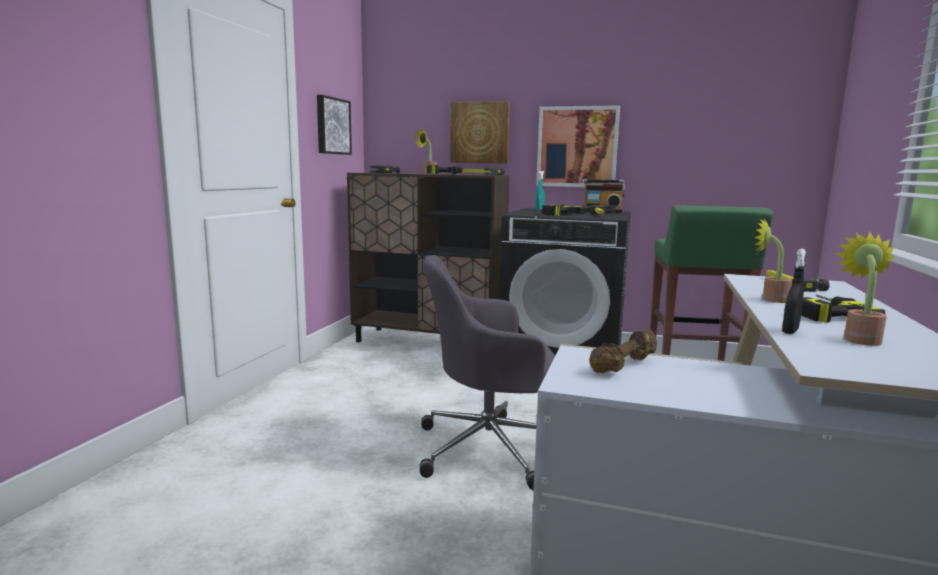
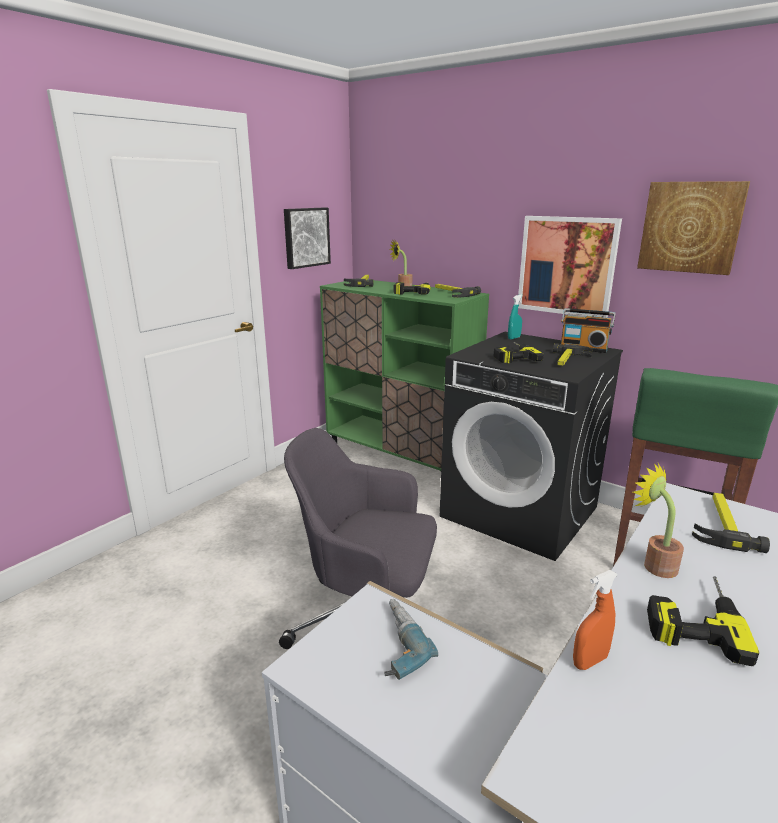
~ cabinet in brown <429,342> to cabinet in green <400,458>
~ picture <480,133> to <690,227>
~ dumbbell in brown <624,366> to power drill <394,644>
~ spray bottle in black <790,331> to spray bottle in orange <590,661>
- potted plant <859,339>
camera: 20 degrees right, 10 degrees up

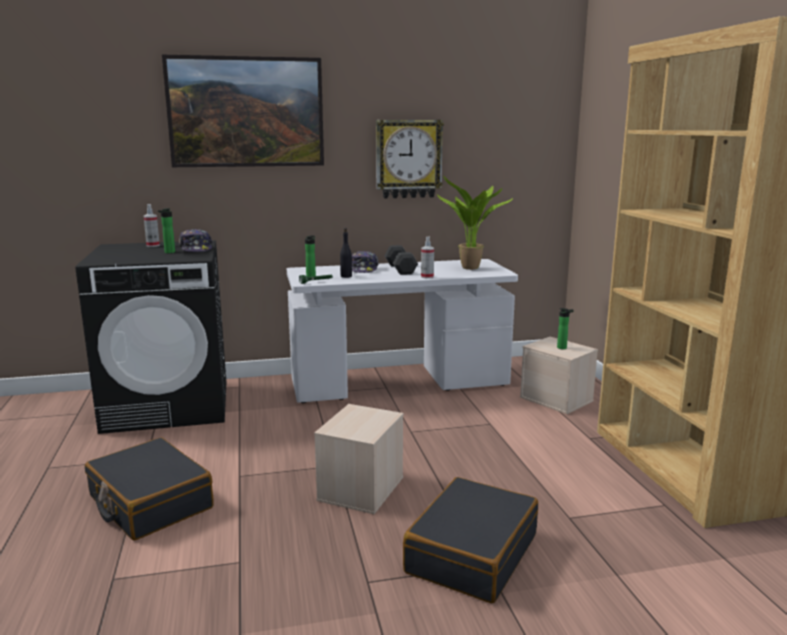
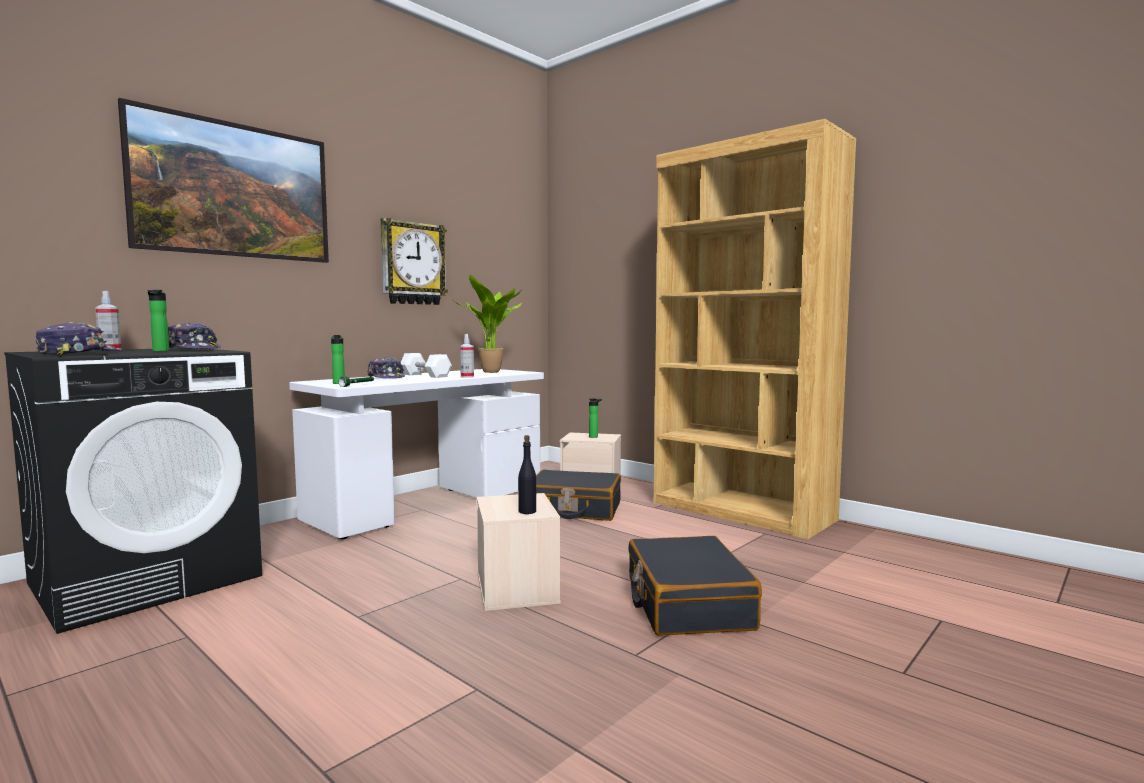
~ suitcase in black <150,502> to <574,509>
~ bottle in black <346,276> to <527,511>
~ dumbbell in black <400,269> to dumbbell in white <425,375>
+ cap <78,354>
camera: 35 degrees left, 10 degrees down

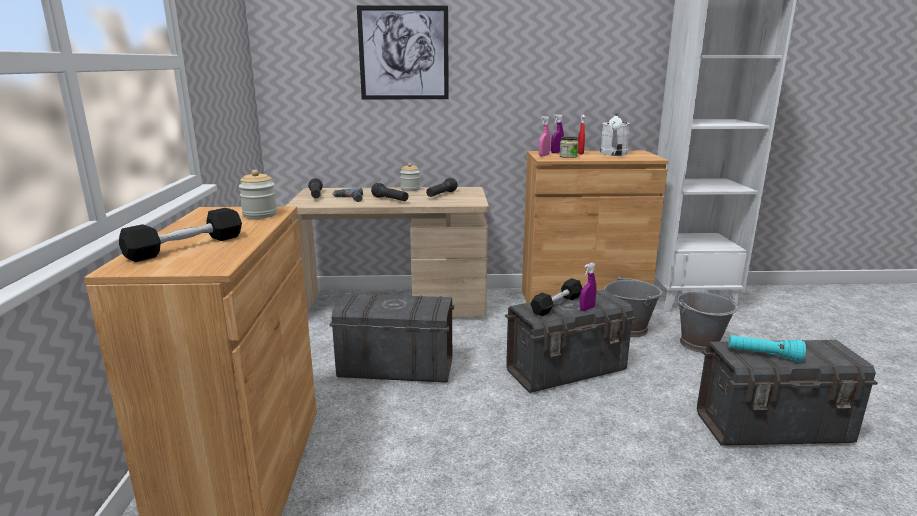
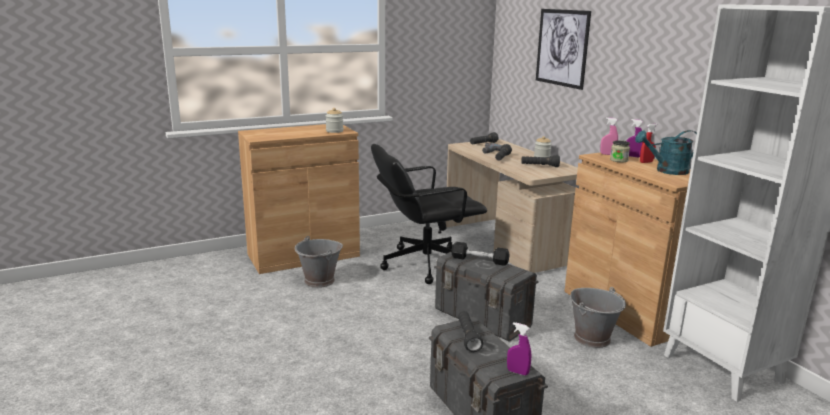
- dumbbell in black <186,247>
~ storage box in grey <395,368> to office chair in black <424,264>
~ spray bottle in purple <587,309> to <517,372>
~ watering can in white <613,154> to watering can in turquoise <666,171>
~ bucket in grey <700,344> to <319,281>
~ flashlight in turquoise <763,355> to flashlight in black <468,337>
camera: 65 degrees right, 0 degrees up

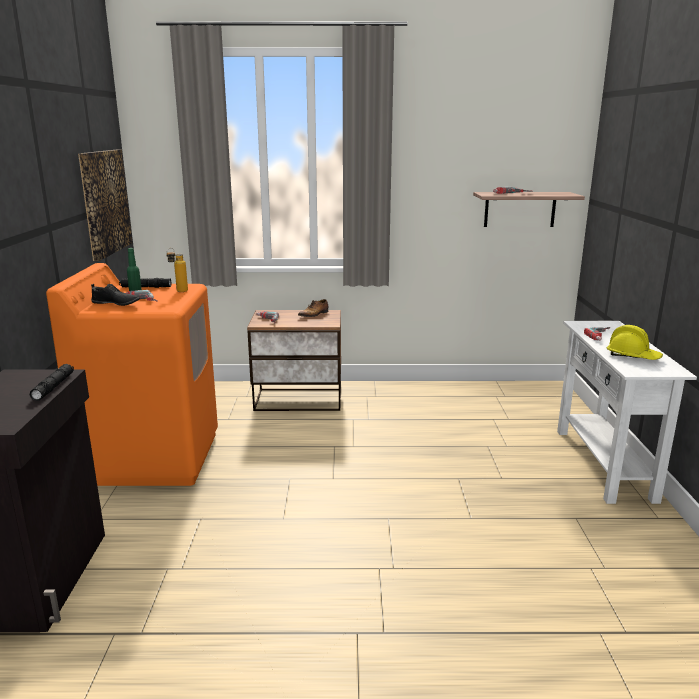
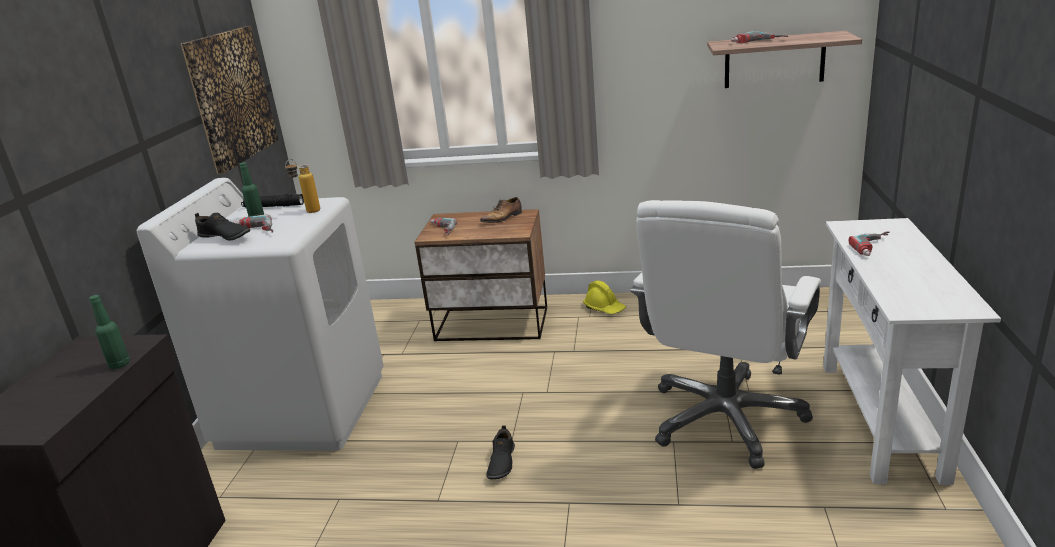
~ flashlight in black <54,387> to bottle in green <120,364>
~ washing machine in orange <153,457> to washing machine in white <303,409>
~ hard hat in yellow <633,356> to <604,308>
+ shoe in black <501,462>
+ office chair in white <725,419>
camera: 10 degrees right, 5 degrees up

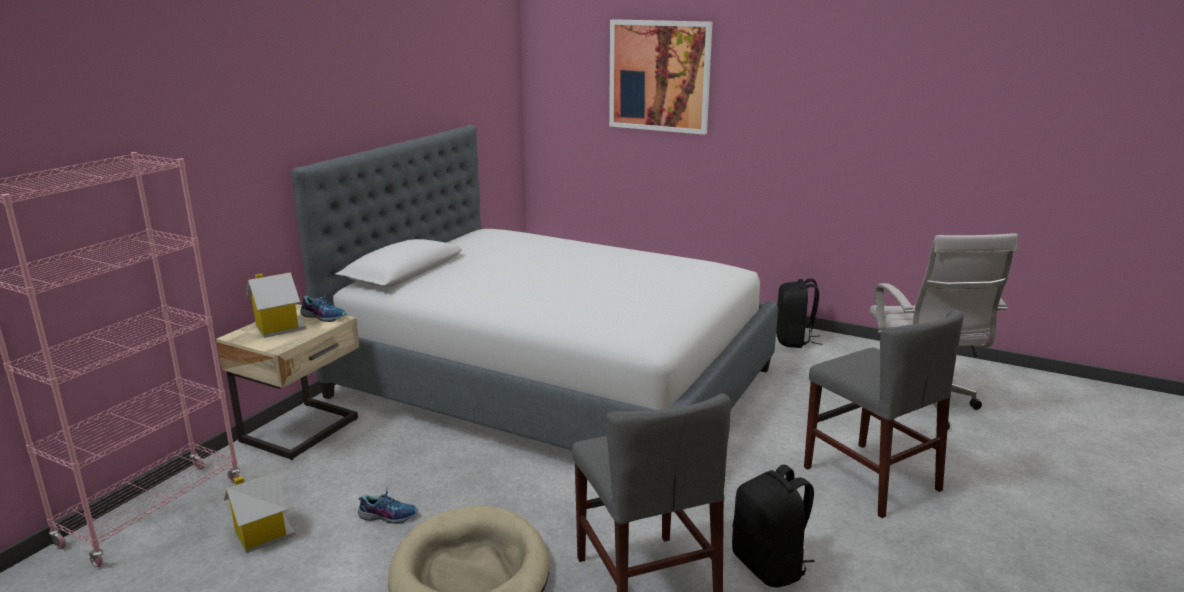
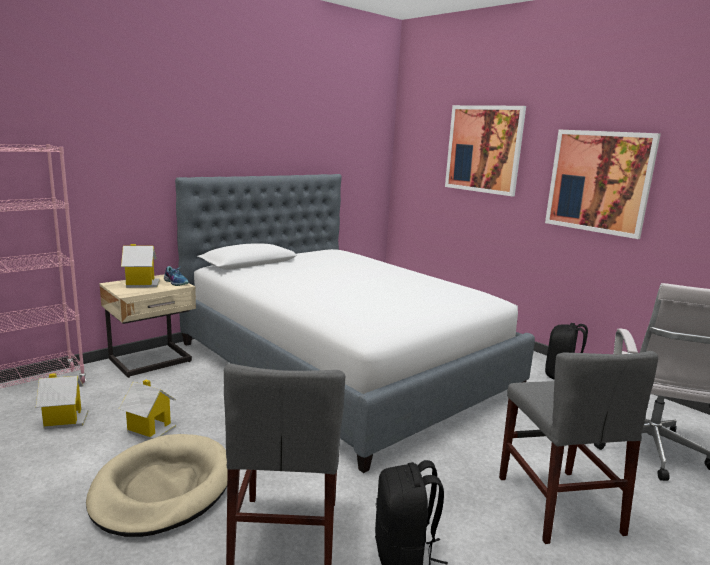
~ shoe <388,515> to toy house <150,429>
+ picture <599,182>
camera: 20 degrees right, 5 degrees down

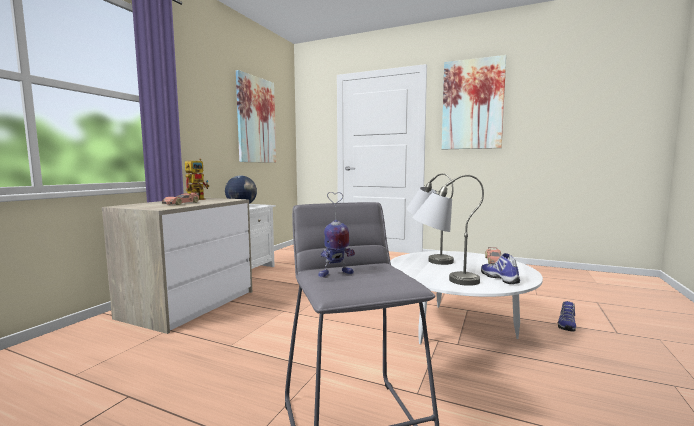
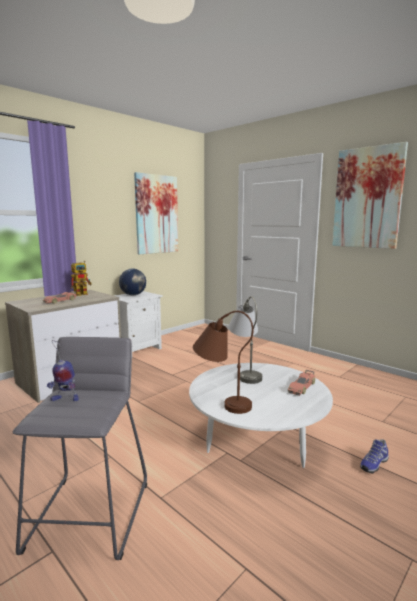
~ table lamp in grey <443,279> to table lamp in brown <221,402>
- shoe <500,278>
camera: 20 degrees right, 5 degrees up

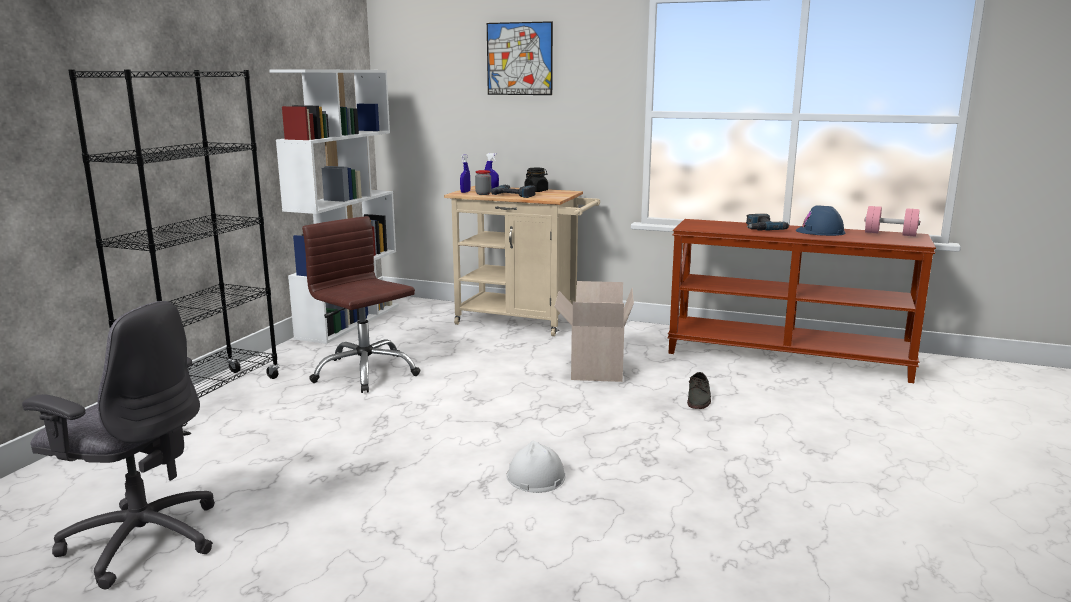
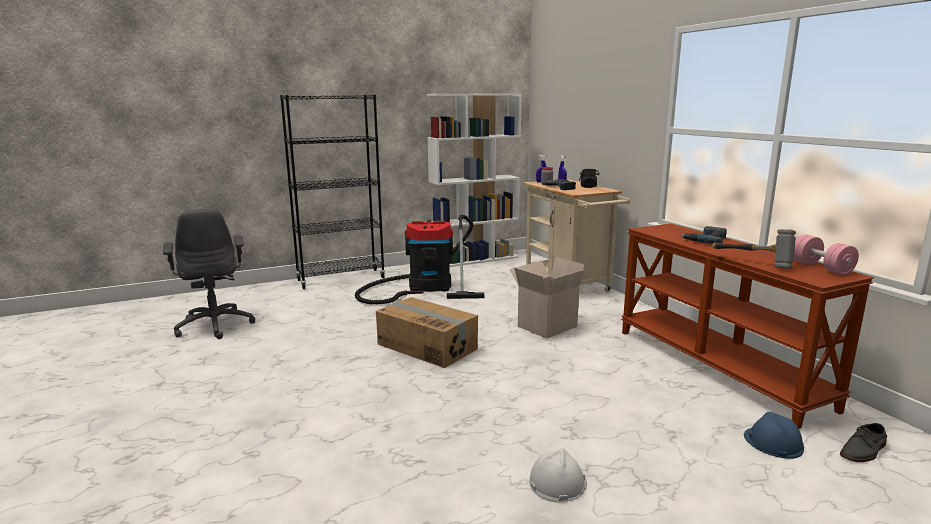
~ office chair in brown <365,372> to vacuum cleaner <424,287>
- picture <519,59>
~ hard hat in white <535,477> to <557,482>
~ shoe in grey <699,398> to <863,450>
~ hard hat in blue <820,232> to <772,442>
+ cardboard box <427,346>
+ hammer <752,263>
camera: 45 degrees right, 0 degrees up

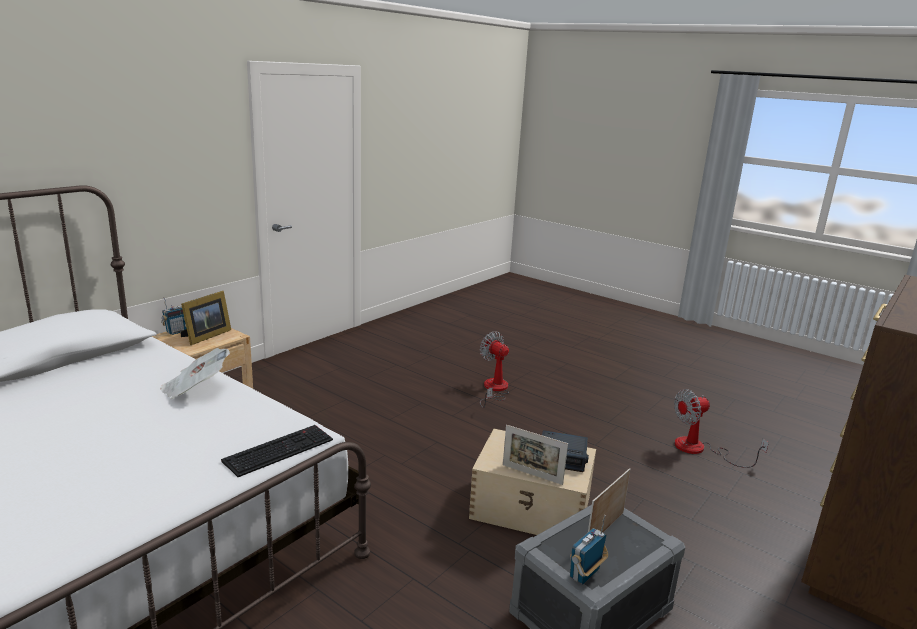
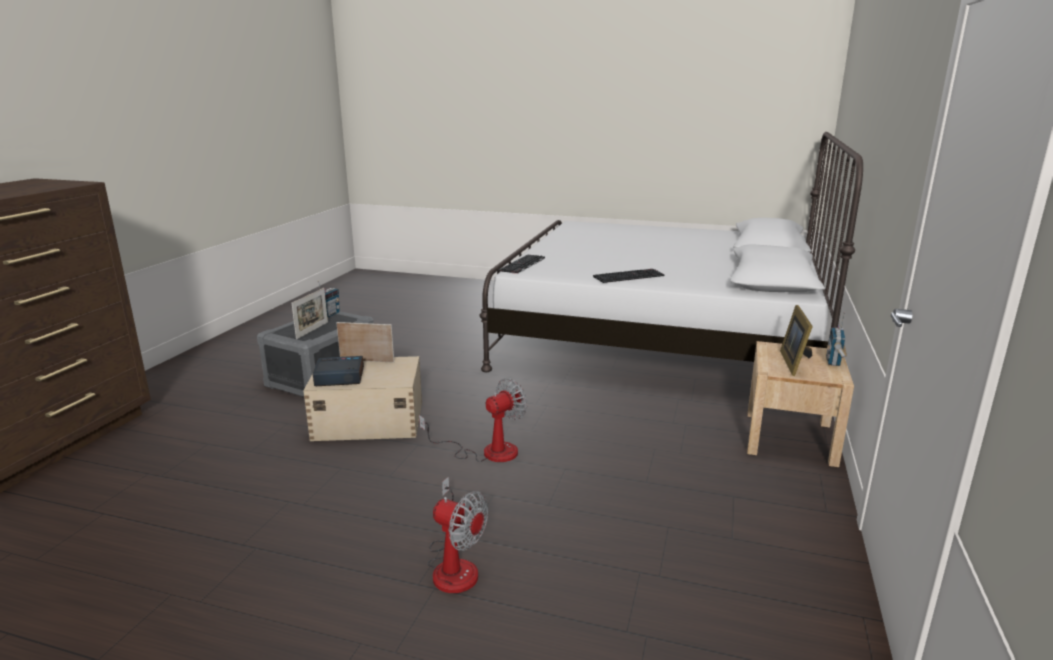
~ newspaper <195,389> to keyboard <628,276>
~ fan <700,449> to <487,451>
camera: 160 degrees right, 0 degrees up

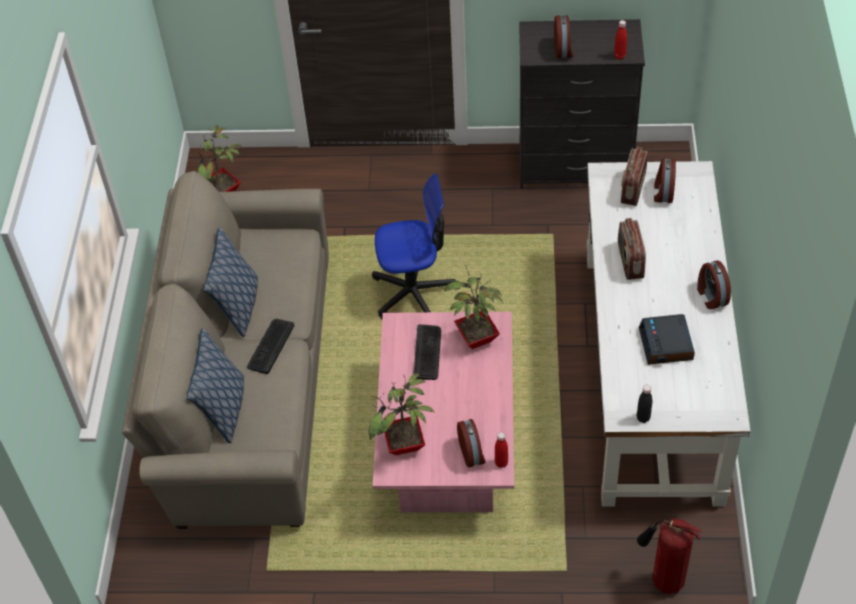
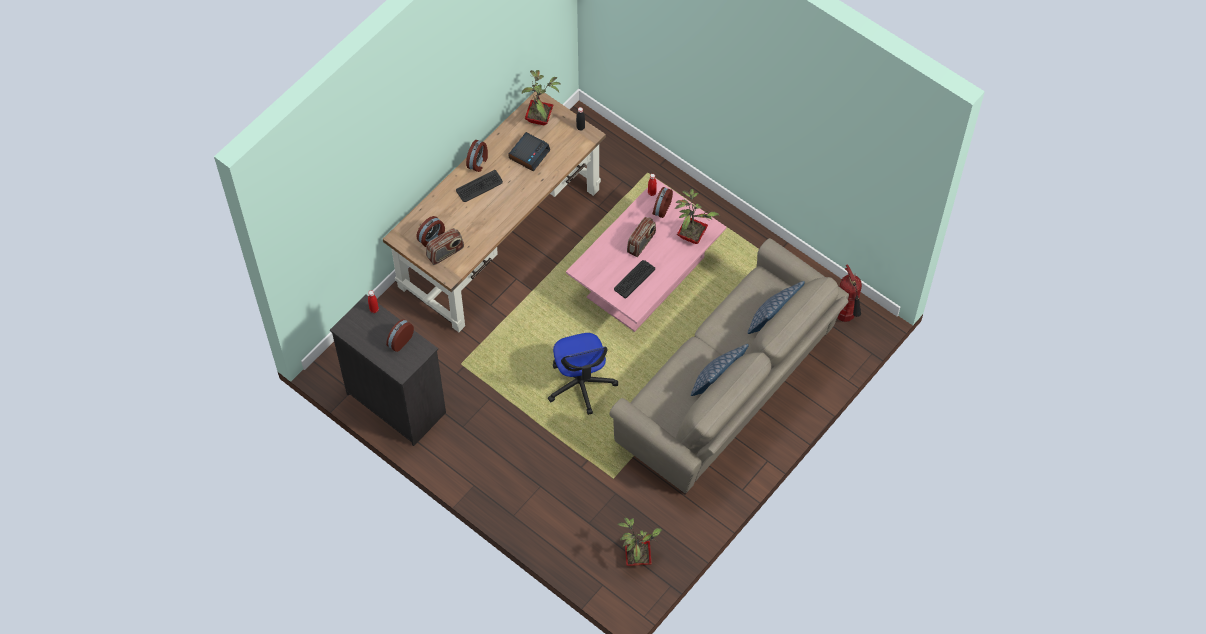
~ keyboard <270,346> to <479,186>
~ office chair <414,293> = <581,384> 135 degrees counterclockwise
~ potted plant <475,339> to <540,119>
~ desk in white <652,375> to desk in brown <500,237>
~ radio <629,261> to <641,243>
~ fire extinguisher <663,581> to <846,317>
camera: 145 degrees left, 10 degrees up

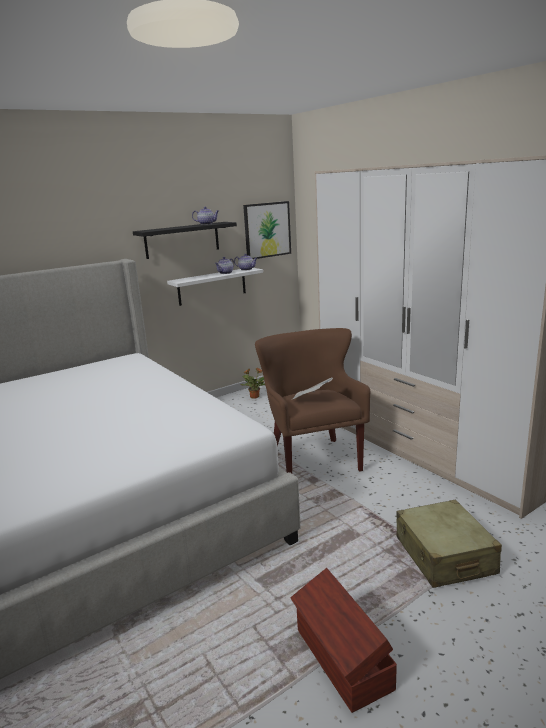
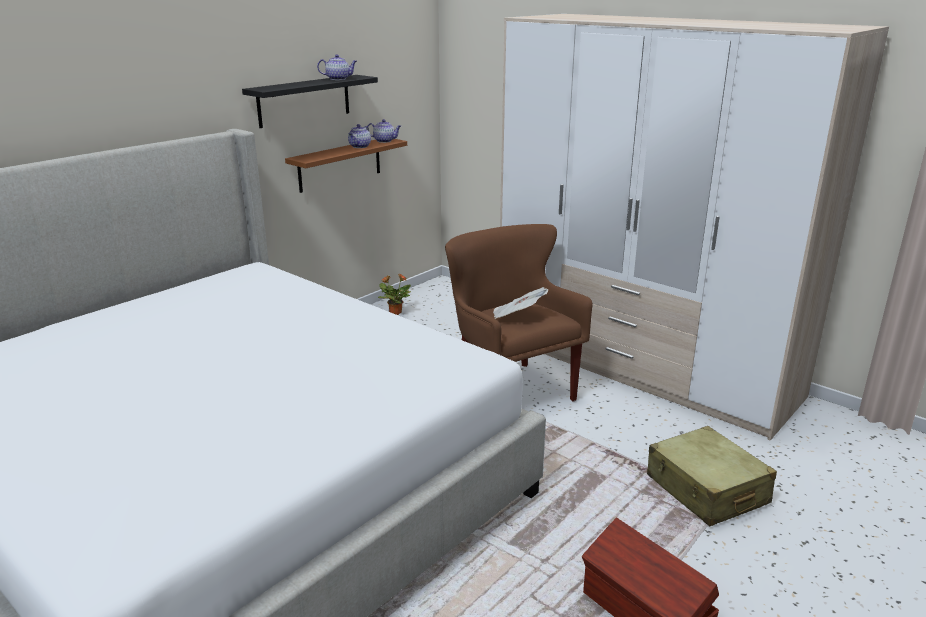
~ shelf in white <212,286> to shelf in brown <340,164>
- picture <267,230>
camera: 15 degrees left, 5 degrees up

